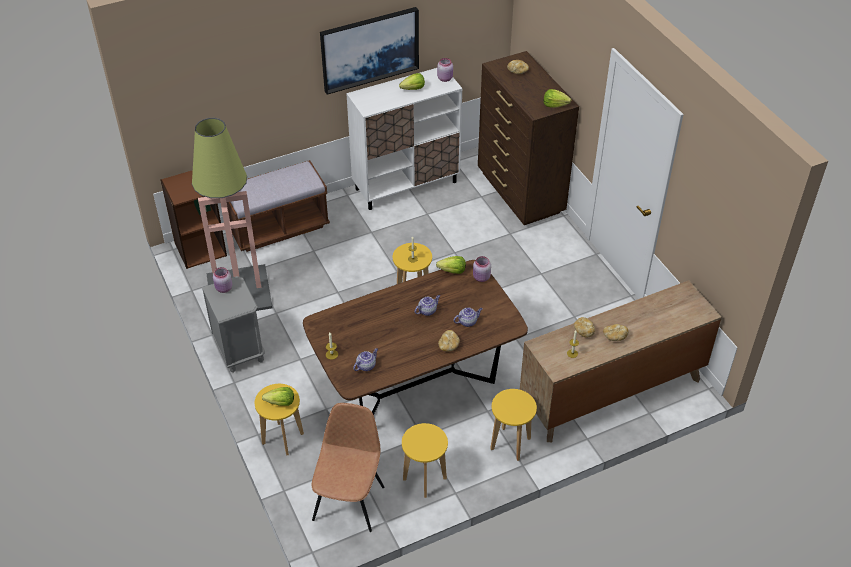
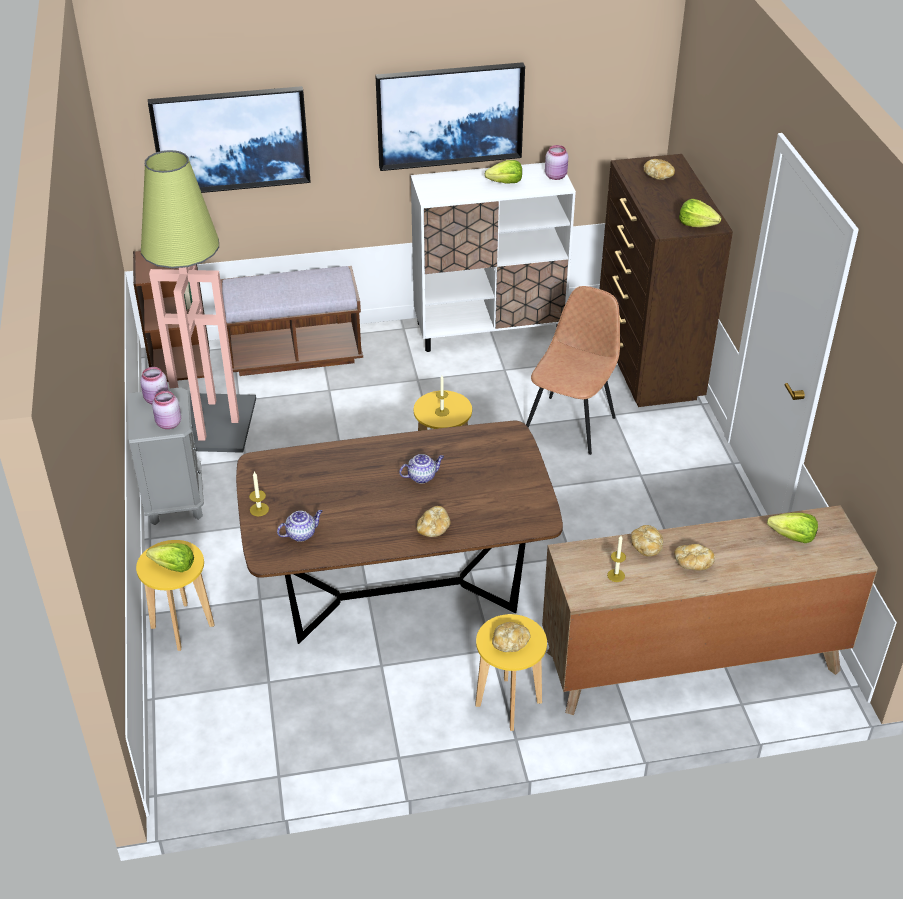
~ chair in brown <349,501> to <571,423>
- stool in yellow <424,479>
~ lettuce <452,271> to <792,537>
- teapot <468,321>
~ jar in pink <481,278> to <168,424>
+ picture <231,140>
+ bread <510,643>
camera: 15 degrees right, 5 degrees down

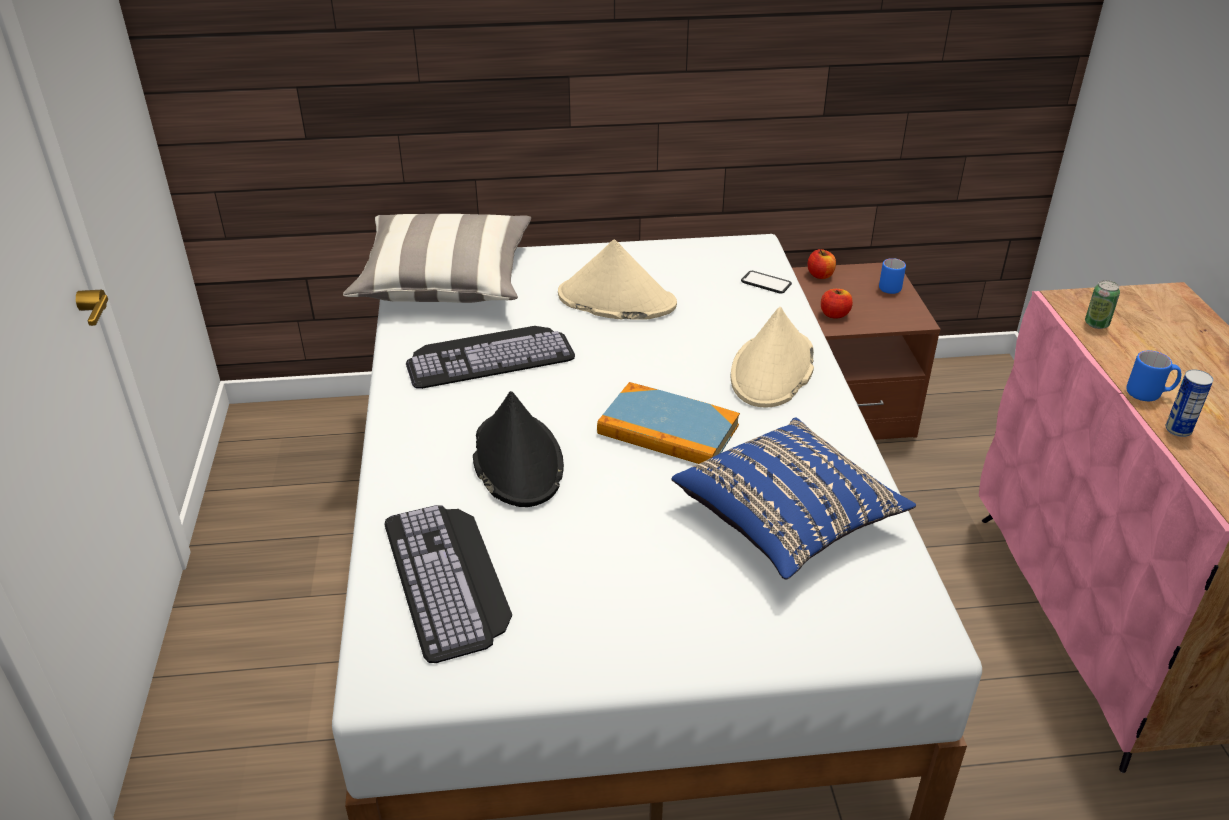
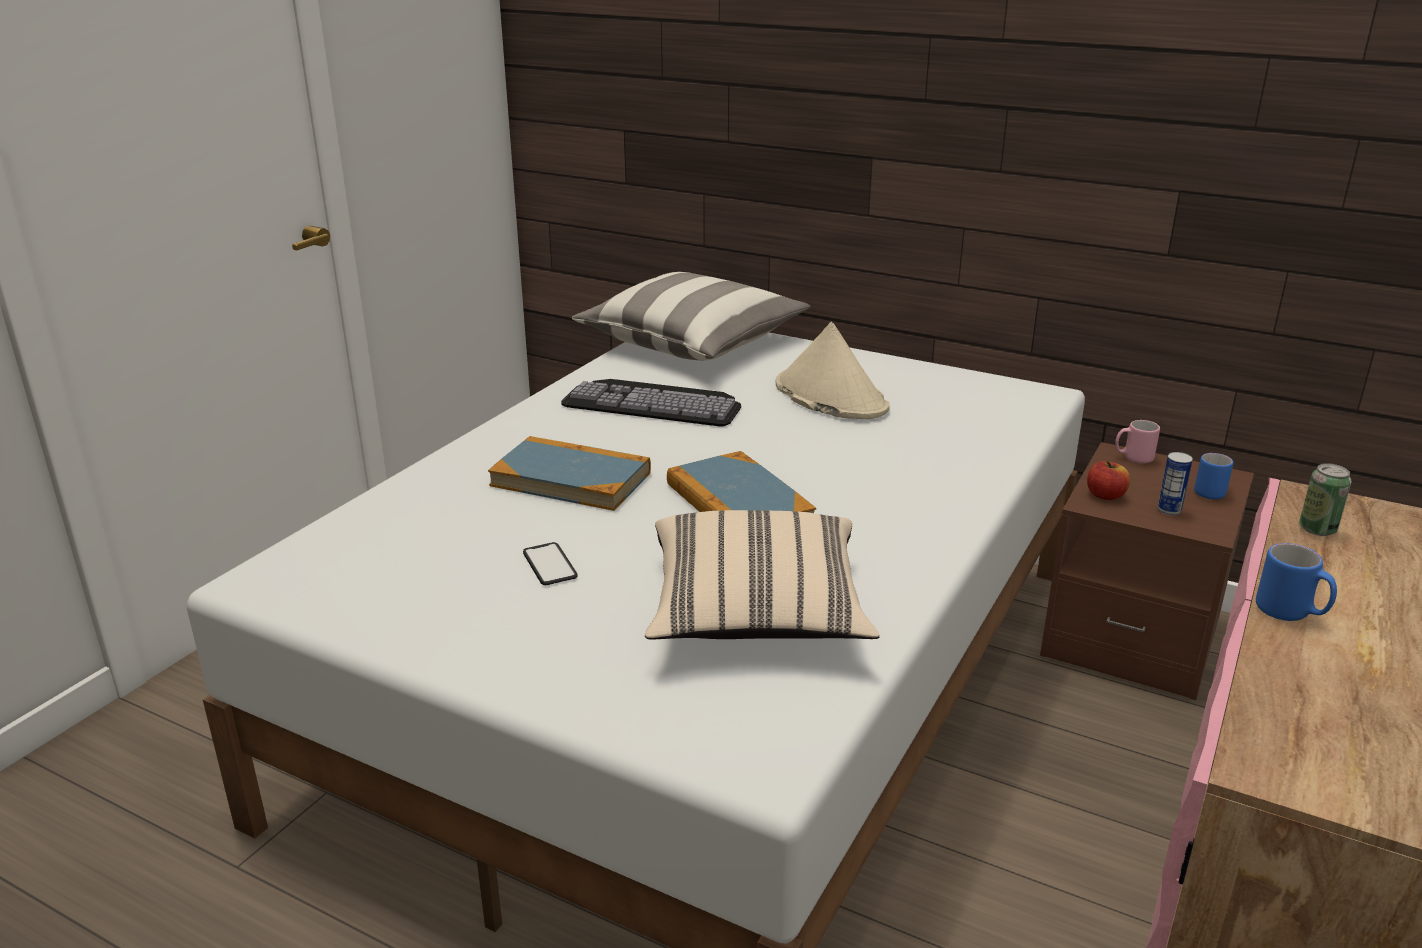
- keyboard <450,577>
~ hat in black <517,460> to book <571,479>
~ pillow in blue <787,519> to pillow in beige <756,613>
- hat in beige <772,370>
~ phone <766,283> to <549,565>
~ apple <820,275> to mug in pink <1133,458>
~ can <1178,430> to <1169,510>
camera: 35 degrees right, 10 degrees down

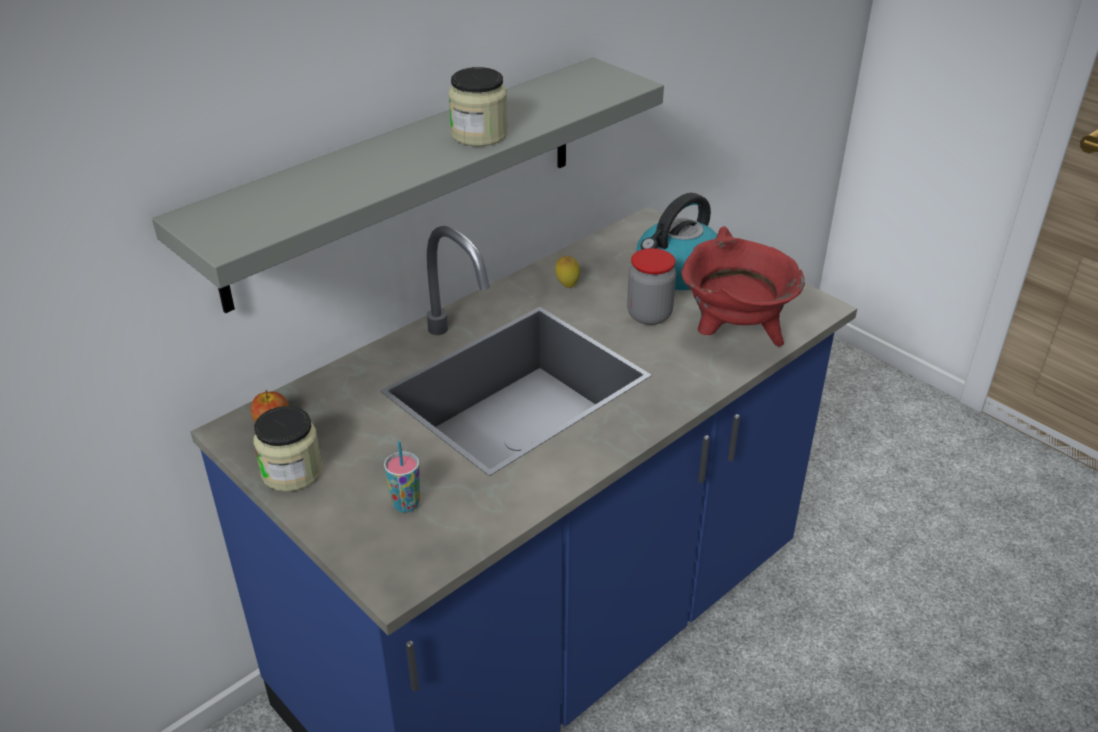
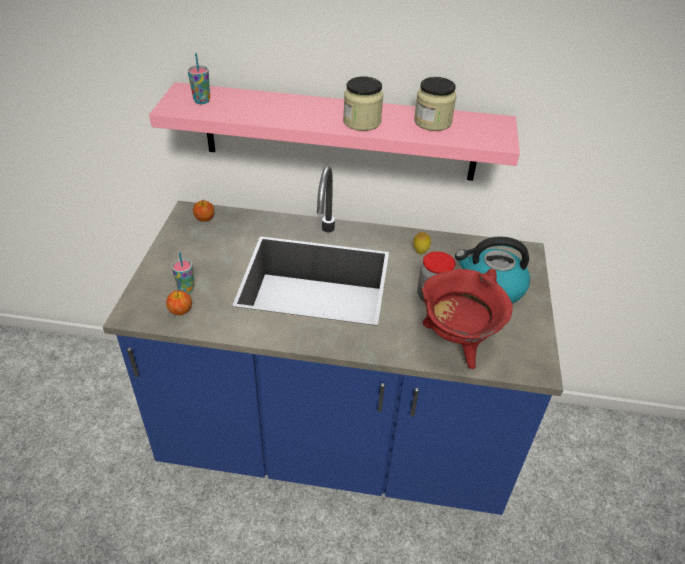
~ shelf in grey <407,179> to shelf in pink <339,132>
~ jar <292,472> to <432,122>
+ apple <180,311>
+ cup <202,101>
camera: 50 degrees right, 5 degrees up

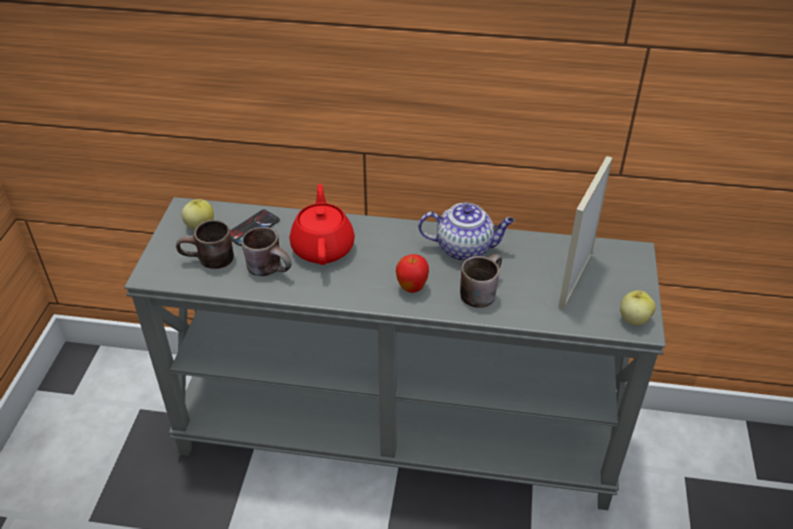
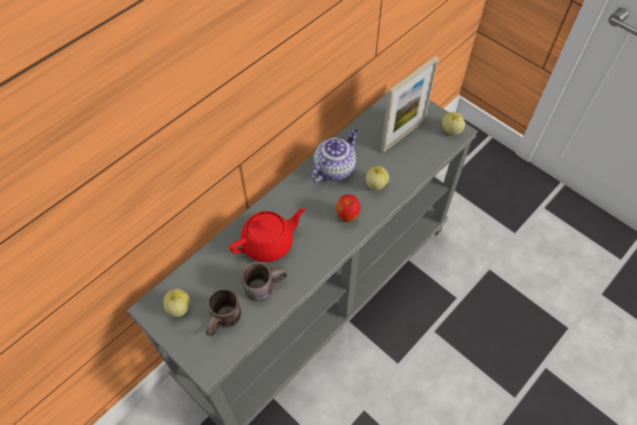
- phone <252,228>
~ teapot in red <323,247> = <269,243> 120 degrees clockwise
~ mug in brown <479,290> to apple <376,184>
~ picture frame <575,280> = <403,135> 105 degrees counterclockwise
camera: 55 degrees left, 15 degrees up

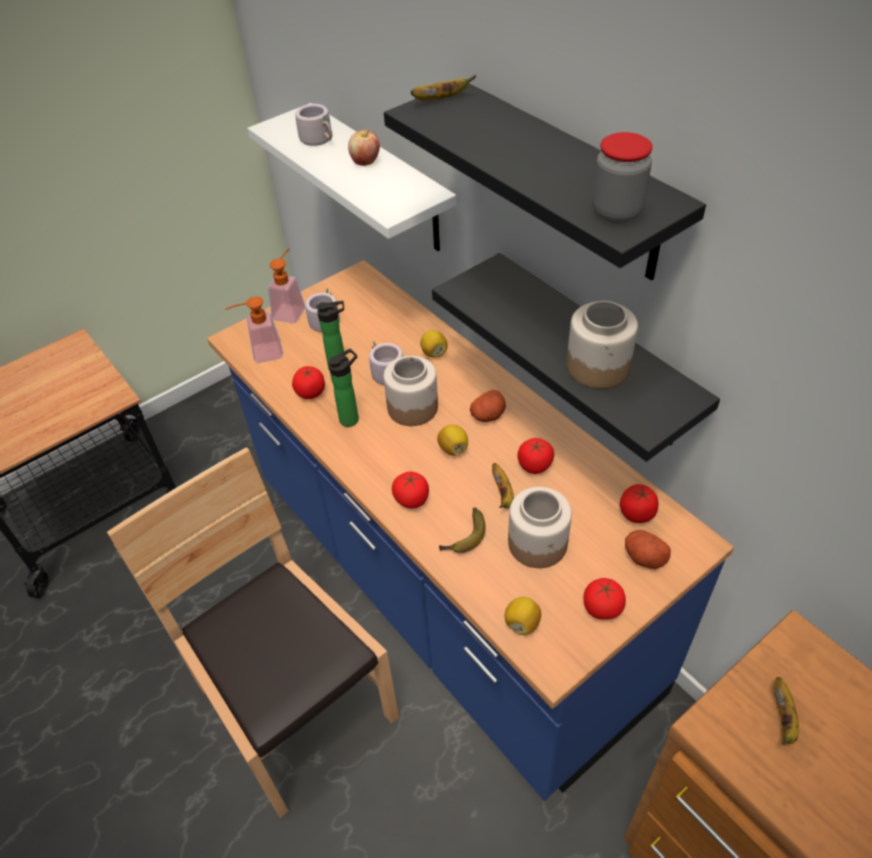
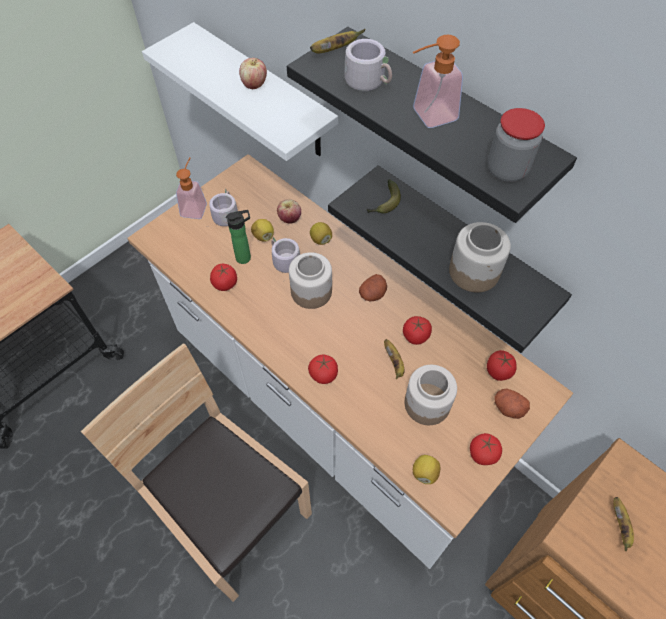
~ counter in blue <445,585> to counter in white <333,405>
~ soap dispenser <261,354> to <427,117>
~ mug in grey <320,139> to <369,81>
- bottle <351,418>
~ lemon <453,448> to <263,236>
~ banana <464,538> to <384,203>
+ apple <289,219>
camera: 10 degrees left, 10 degrees up

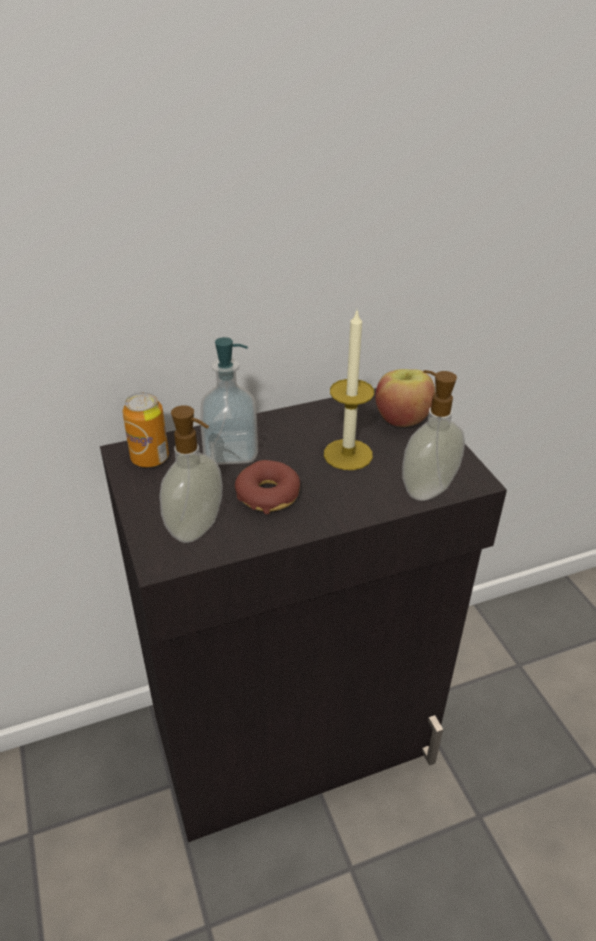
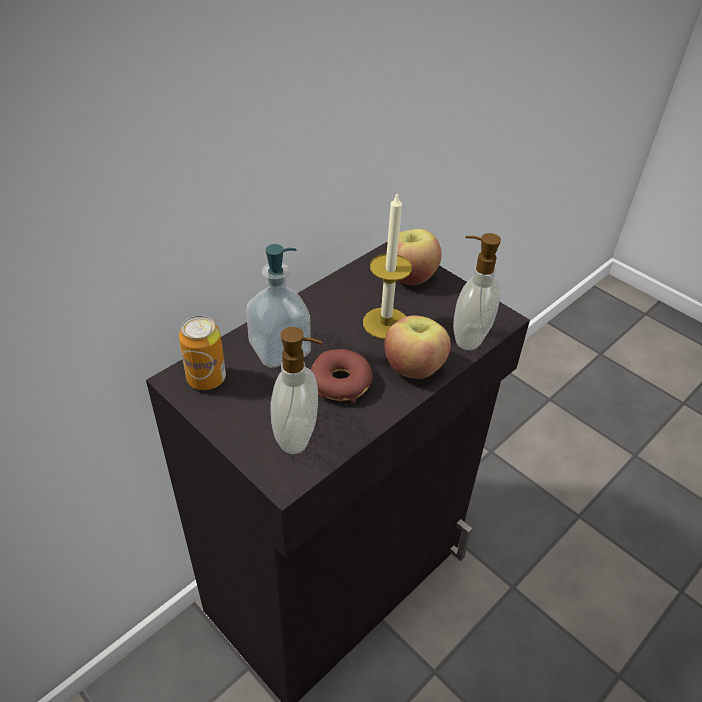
+ apple <414,367>
camera: 25 degrees left, 5 degrees up

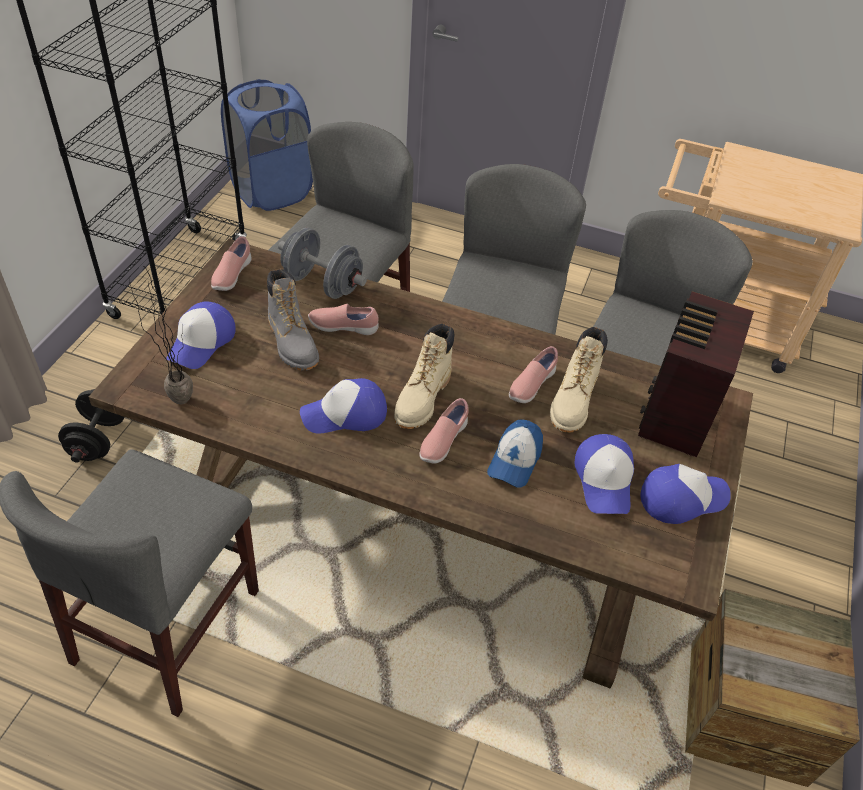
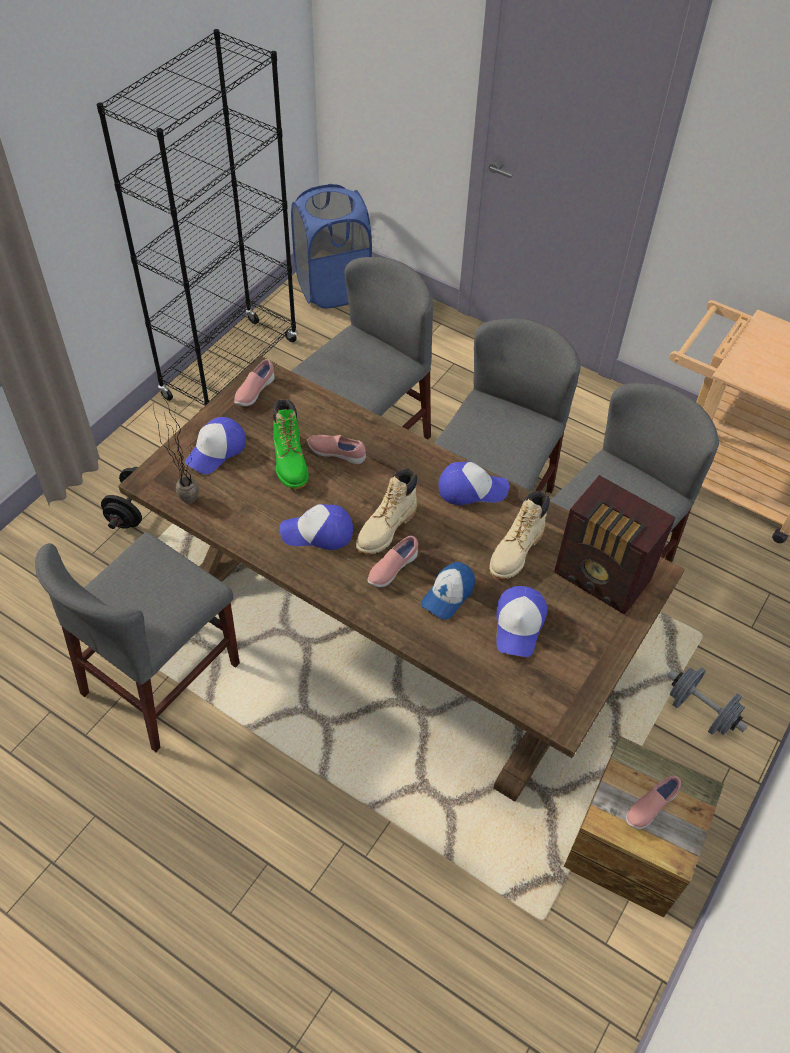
~ boot in grey <292,343> to boot in green <290,462>
~ dumbbell in grey <322,284> to <700,712>
~ shoe in pink <531,385> to <650,807>
~ radio <675,416> = <602,579> 90 degrees counterclockwise
~ cap <682,498> to <471,489>
camera: 15 degrees right, 5 degrees up

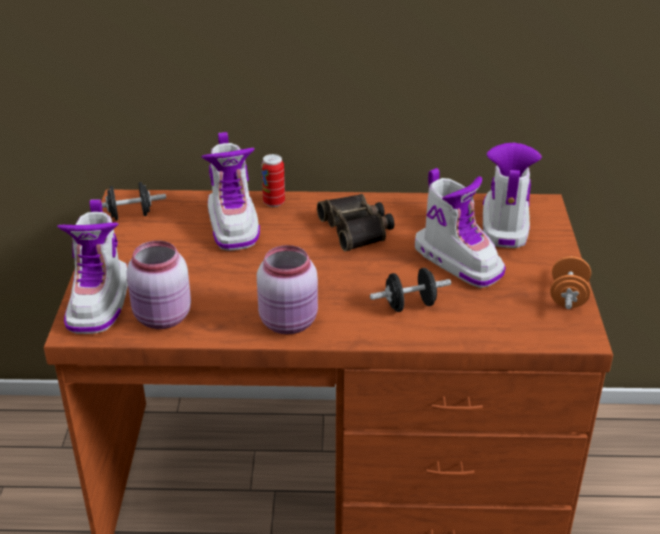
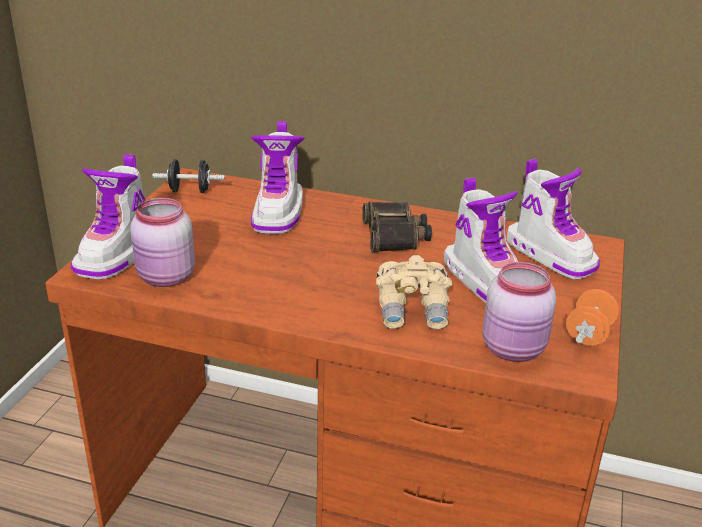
~ jar in pink <290,322> to <515,350>
- can <274,202>
~ dumbbell in black <410,305> to binoculars in beige <413,311>
~ boot <504,223> = <550,255> 120 degrees clockwise
camera: 15 degrees right, 5 degrees down

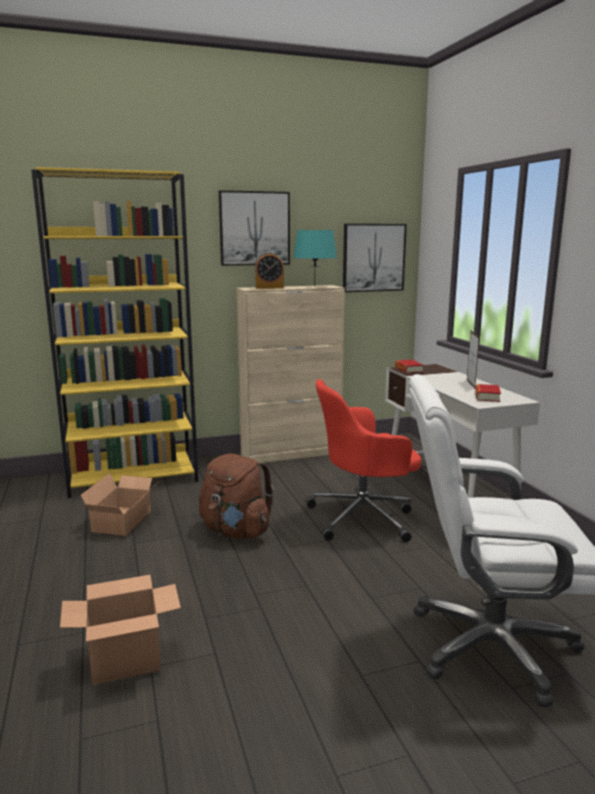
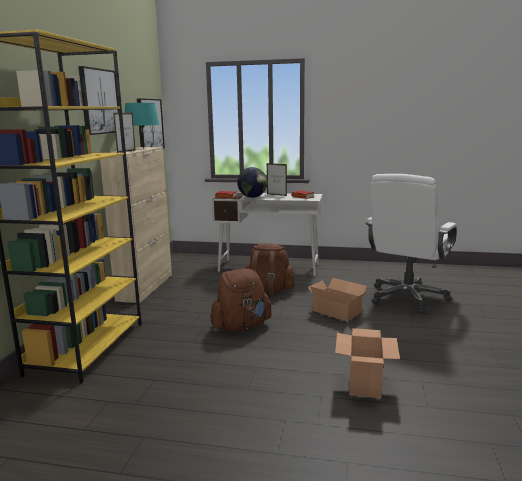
~ cardboard box <125,520> to <337,310>
~ alarm clock <269,288> to picture frame <126,151>
~ office chair in red <363,517> to backpack in brown <268,290>
+ globe <252,197>
camera: 60 degrees left, 0 degrees up

